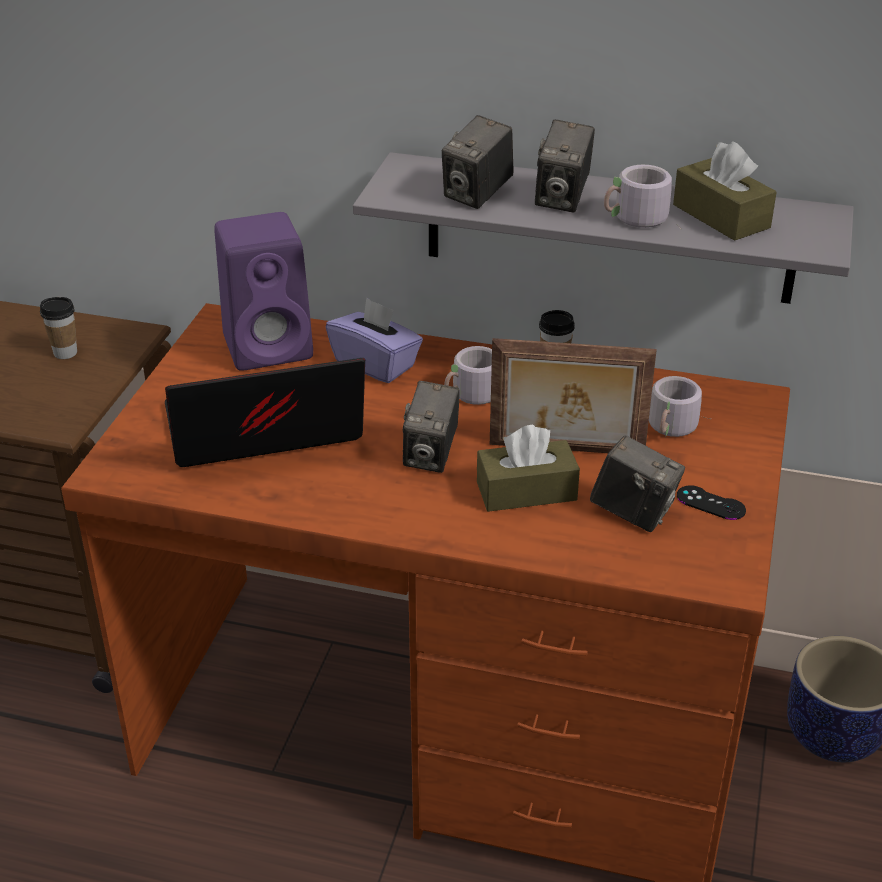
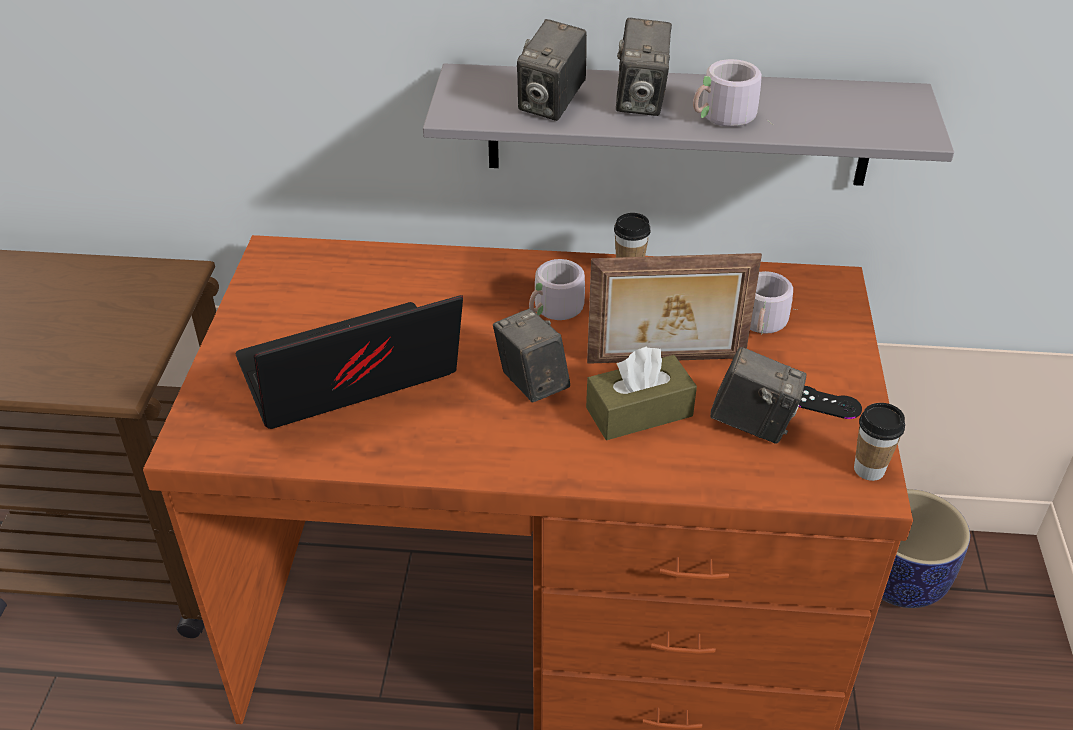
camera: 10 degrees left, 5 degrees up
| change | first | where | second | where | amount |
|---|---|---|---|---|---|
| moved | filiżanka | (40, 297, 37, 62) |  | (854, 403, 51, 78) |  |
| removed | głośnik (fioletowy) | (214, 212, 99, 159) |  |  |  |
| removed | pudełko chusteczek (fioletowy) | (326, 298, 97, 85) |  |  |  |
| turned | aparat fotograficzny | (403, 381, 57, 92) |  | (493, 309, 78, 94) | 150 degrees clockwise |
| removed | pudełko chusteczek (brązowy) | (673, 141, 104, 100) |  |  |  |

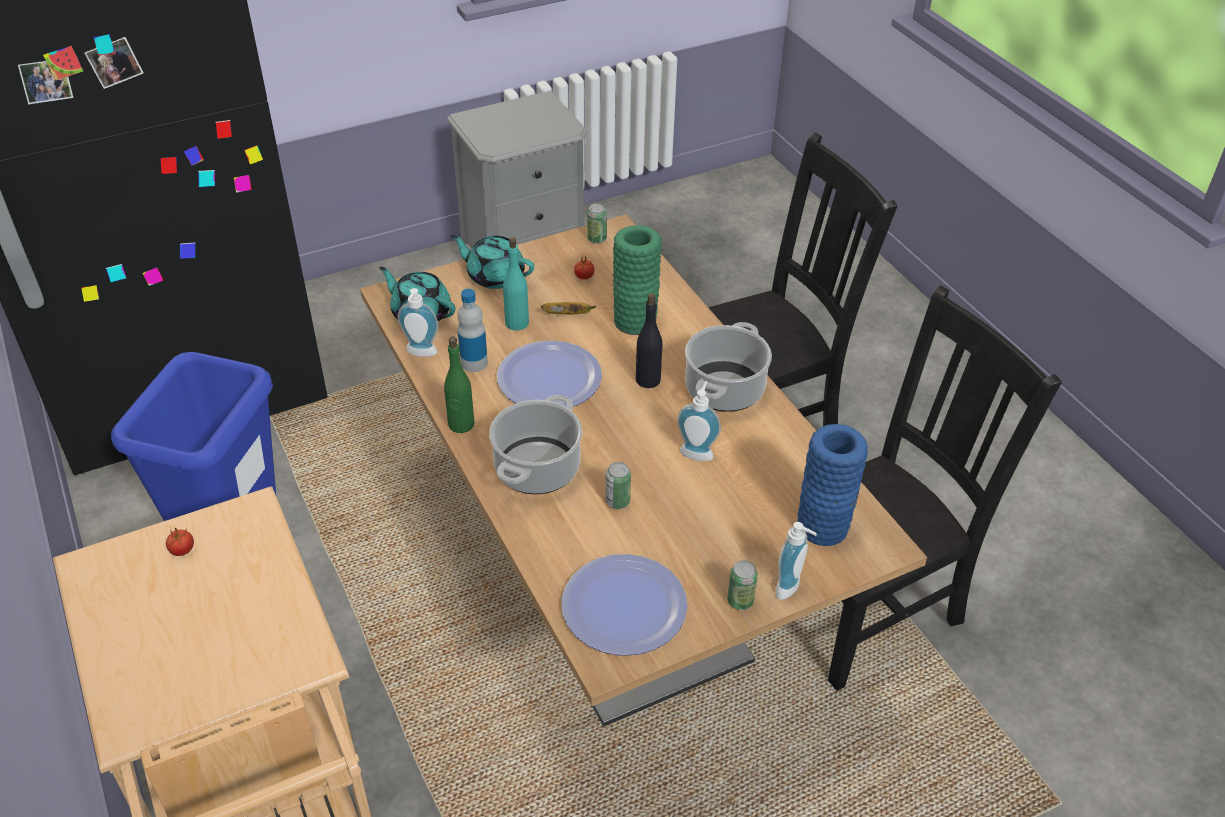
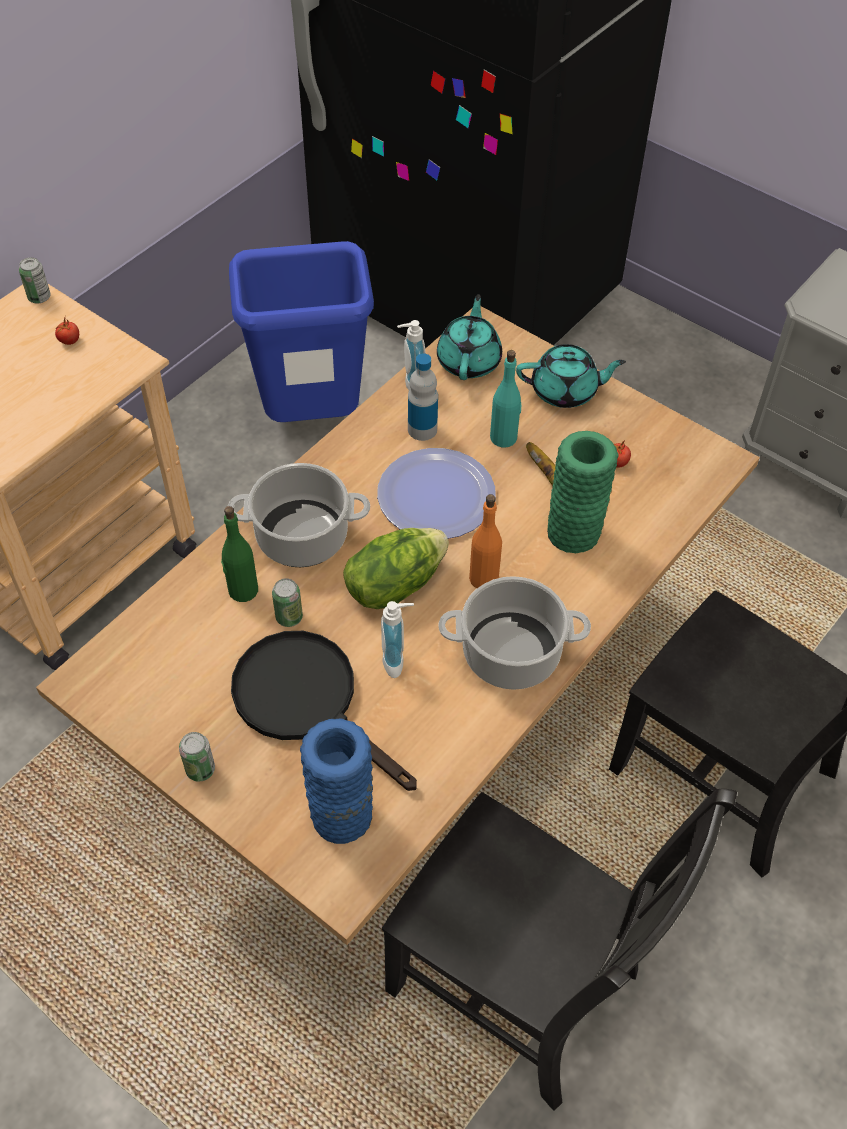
camera: 65 degrees right, 10 degrees up
| change | first | where | second | where | amount |
|---|---|---|---|---|---|
| moved | butelka (zielony) | (444, 337, 30, 96) |  | (221, 506, 37, 96) |  |
| turned | imbryk (turkusowy) | (451, 235, 83, 54) |  | (516, 344, 110, 64) | 90 degrees clockwise |
| removed | talerz | (561, 554, 127, 102) |  |  |  |
| moved | puszka | (587, 203, 20, 40) |  | (19, 257, 32, 47) |  |
| recoloured | butelka (czarny) | (636, 293, 27, 95) | butelka (pomarańczowy) | (469, 494, 33, 94) |  |
| removed | dozownik mydła | (775, 522, 42, 78) |  |  |  |
| added |  |  | patelnia (czarny) | (231, 631, 186, 160) |  |
| added |  |  | sałata | (343, 528, 106, 81) |  |

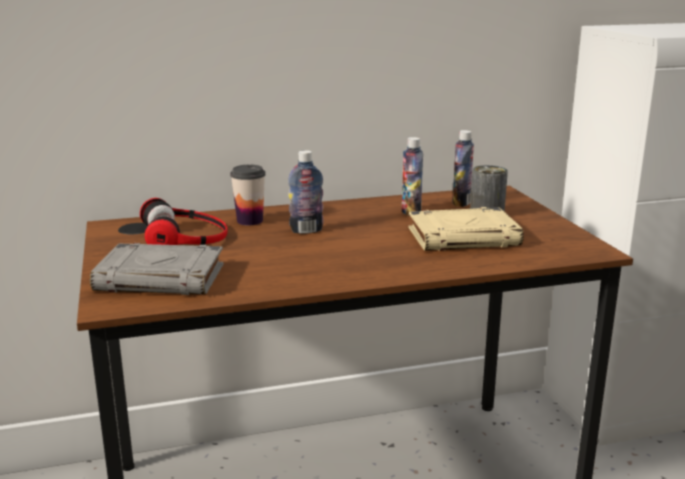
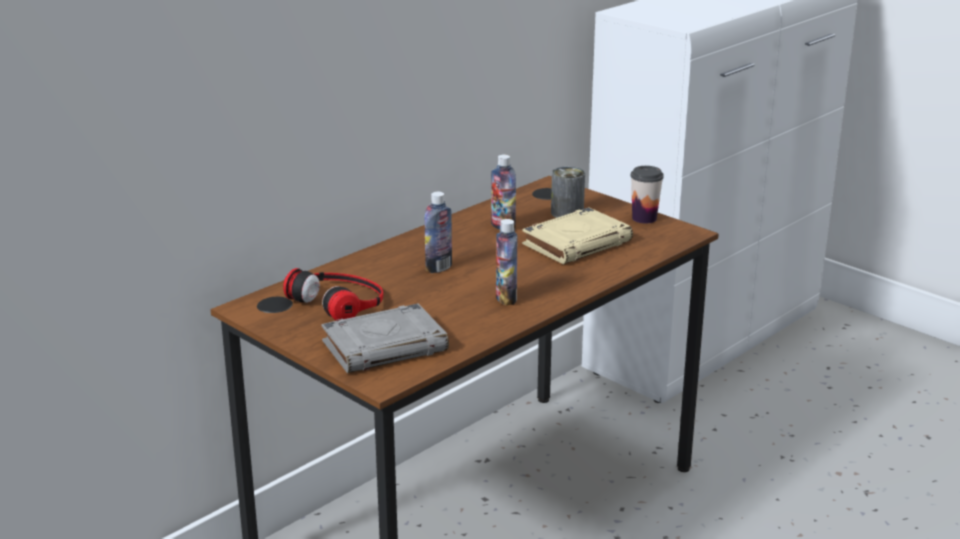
camera: 30 degrees left, 5 degrees up
| change | first | where | second | where | amount |
|---|---|---|---|---|---|
| moved | filiżanka | (230, 165, 36, 60) |  | (630, 166, 34, 58) |  |
| moved | butelka | (452, 130, 22, 77) |  | (496, 219, 22, 86) |  |

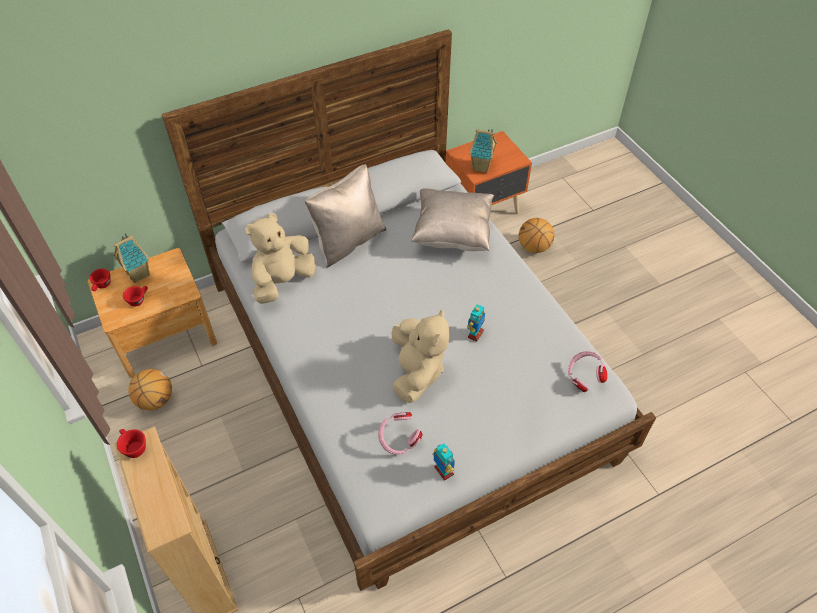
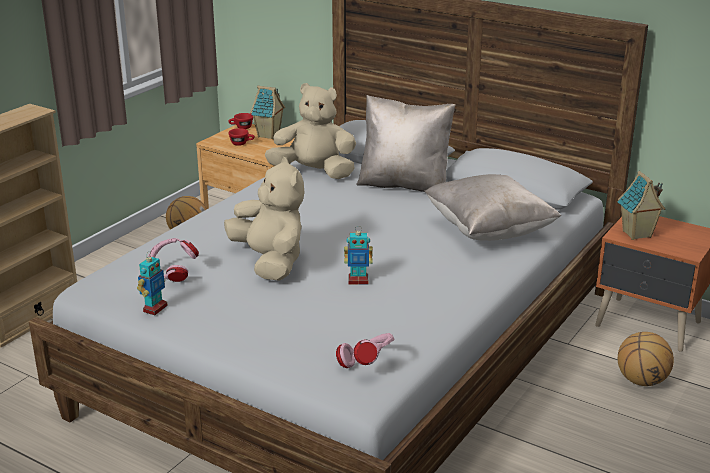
camera: 60 degrees right, 25 degrees down
| change | first | where | second | where | amount |
|---|---|---|---|---|---|
| removed | filiżanka (czerwony) | (117, 429, 29, 29) |  |  |  |
| turned | pluszak (beżowy) | (392, 309, 57, 94) |  | (224, 157, 81, 124) | 90 degrees counterclockwise |

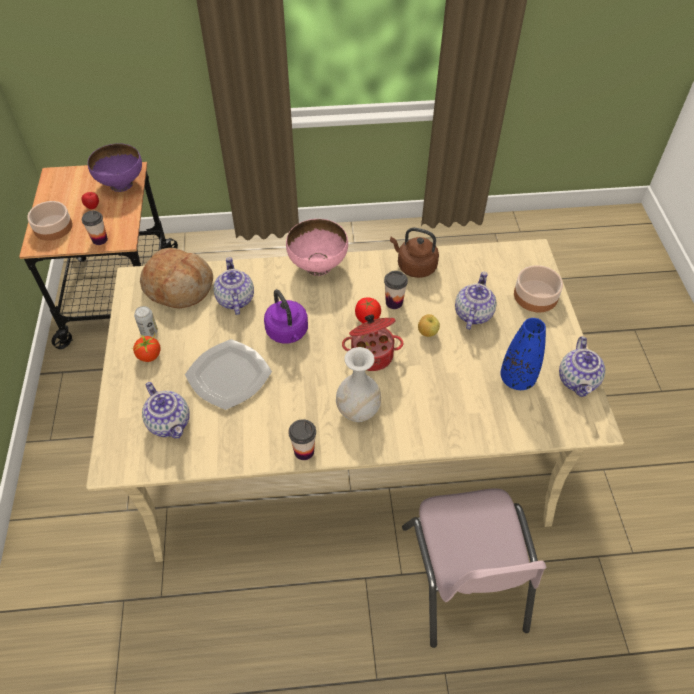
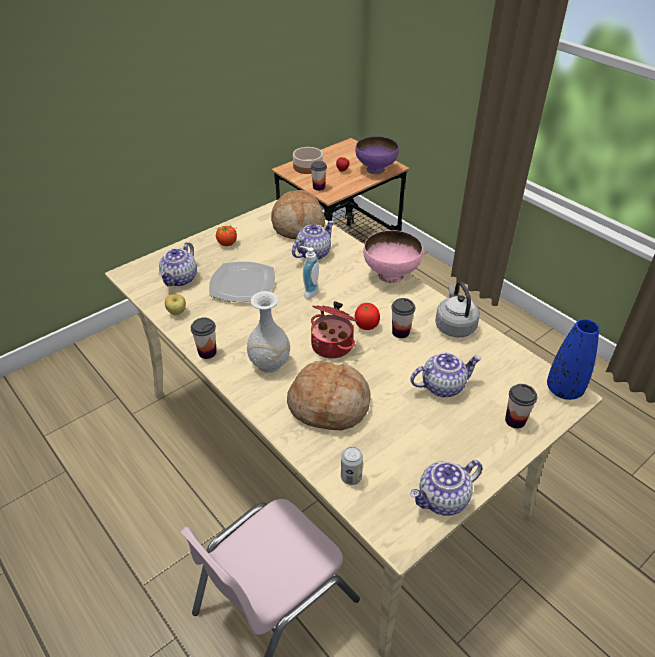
camera: 55 degrees right, 10 degrees down
| change | first | where | second | where | amount |
|---|---|---|---|---|---|
| moved | puszka | (134, 306, 24, 31) |  | (341, 447, 22, 38) |  |
| replaced | czajnik (fioletowy) | (264, 289, 44, 55) | dozownik mydła | (300, 246, 19, 53) |  |
| recoloured | czajnik (brązowy) | (390, 227, 49, 51) | czajnik (szary) | (435, 282, 45, 55) |  |
| moved | jabłko | (418, 314, 22, 23) |  | (165, 294, 21, 21) |  |
| moved | wazon (niebieski) | (500, 318, 46, 72) |  | (547, 319, 52, 81) |  |
| replaced | miska | (514, 265, 49, 47) | filiżanka | (505, 384, 32, 45) |  |
| added |  |  | chleb | (287, 361, 84, 69) |  |

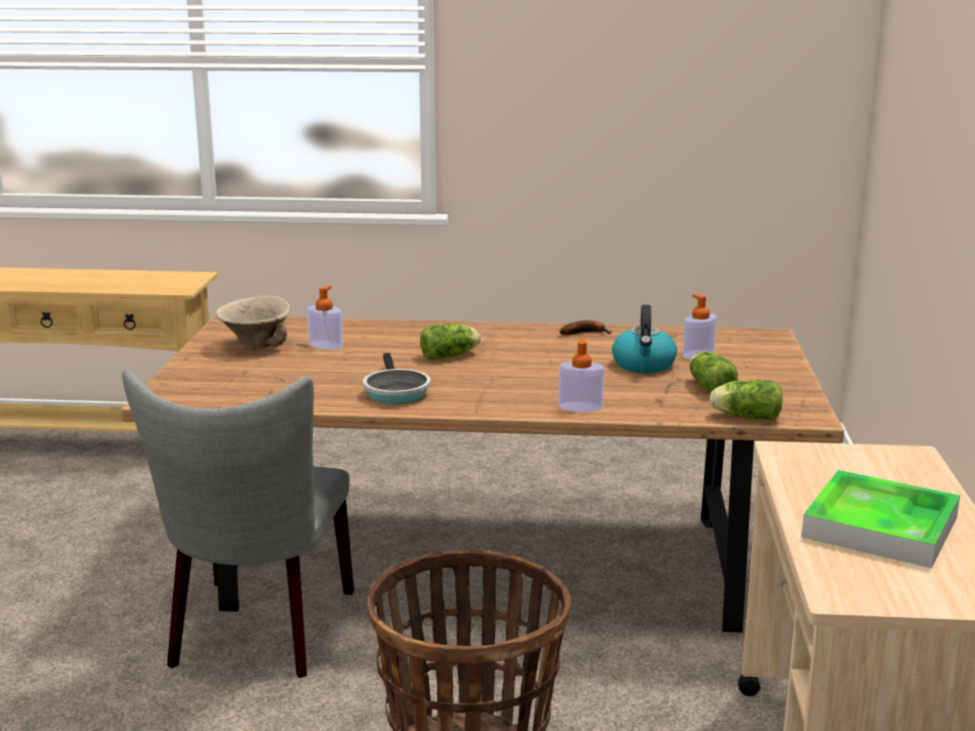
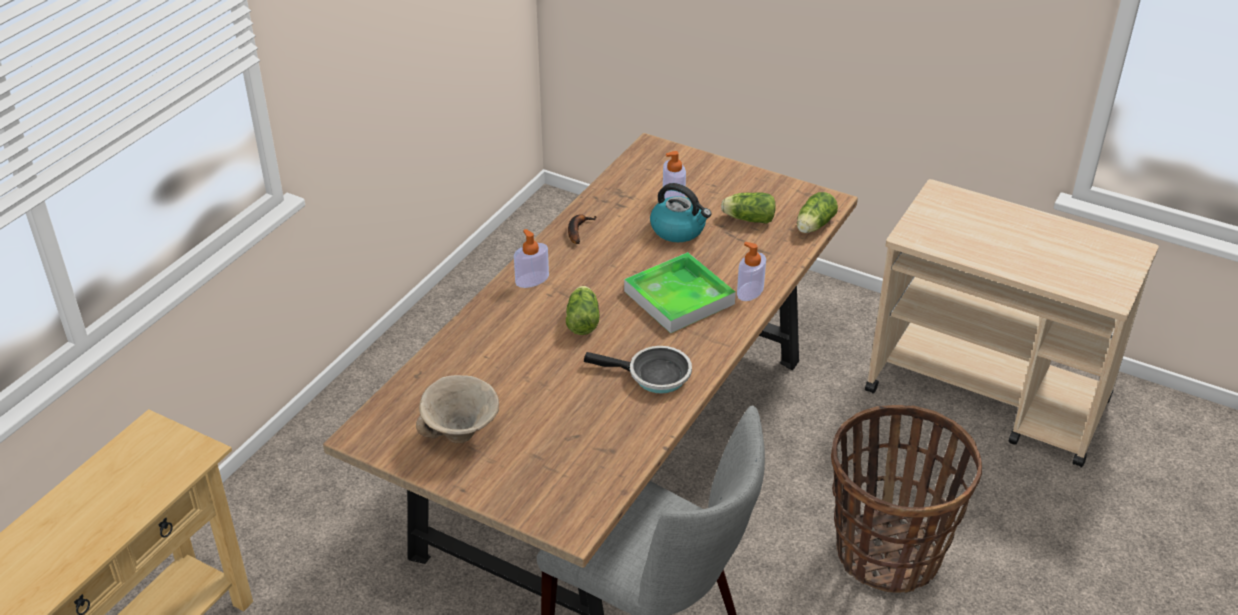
camera: 65 degrees left, 20 degrees up
| change | first | where | second | where | amount |
|---|---|---|---|---|---|
| moved | dozownik mydła | (307, 286, 36, 64) |  | (514, 229, 35, 59) |  |
| moved | taca | (802, 470, 158, 98) |  | (624, 252, 112, 81) |  |

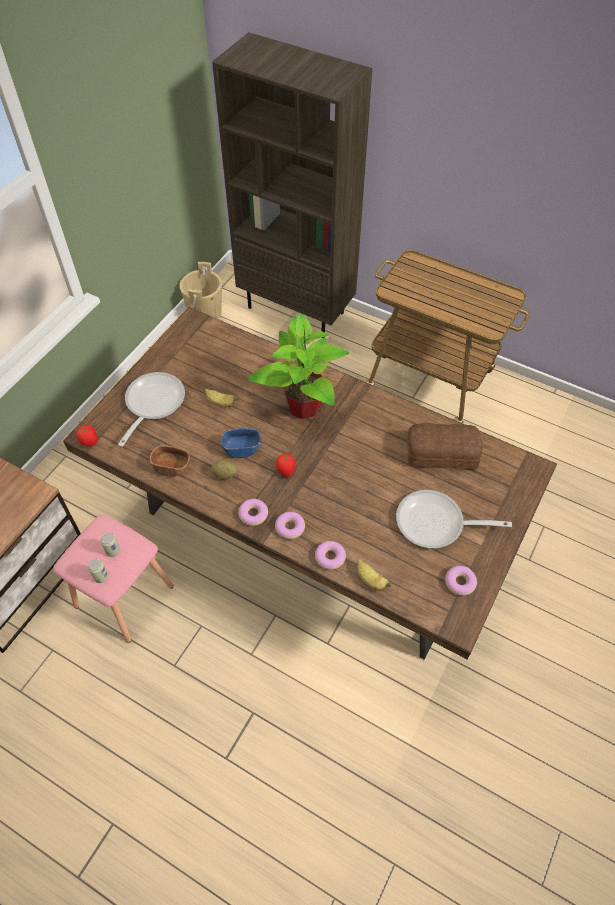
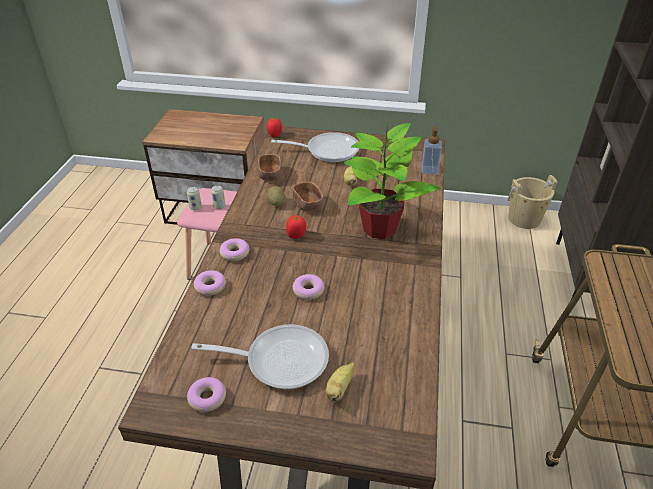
camera: 70 degrees right, 15 degrees down
| change | first | where | second | where | amount |
|---|---|---|---|---|---|
| recoloured | miska (niebieski) | (221, 428, 40, 30) | miska (brązowy) | (293, 182, 30, 29) |  |
| moved | donut | (238, 499, 30, 27) |  | (292, 274, 32, 26) |  |
| moved | banan | (357, 559, 34, 32) |  | (326, 362, 29, 40) |  |
| turned | patelnia | (396, 490, 116, 58) |  | (191, 324, 138, 65) | 105 degrees clockwise |
| removed | chleb | (407, 423, 76, 46) |  |  |  |
| added |  |  | dozownik mydła | (422, 126, 20, 49) |  |

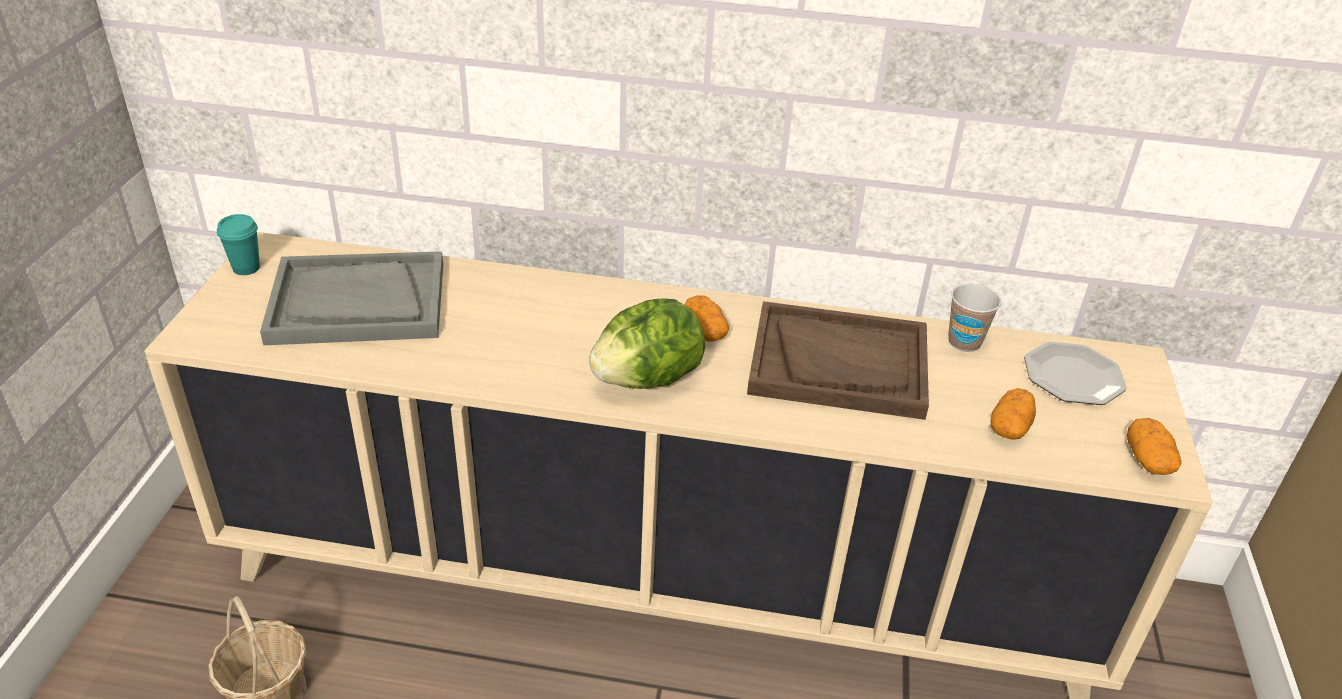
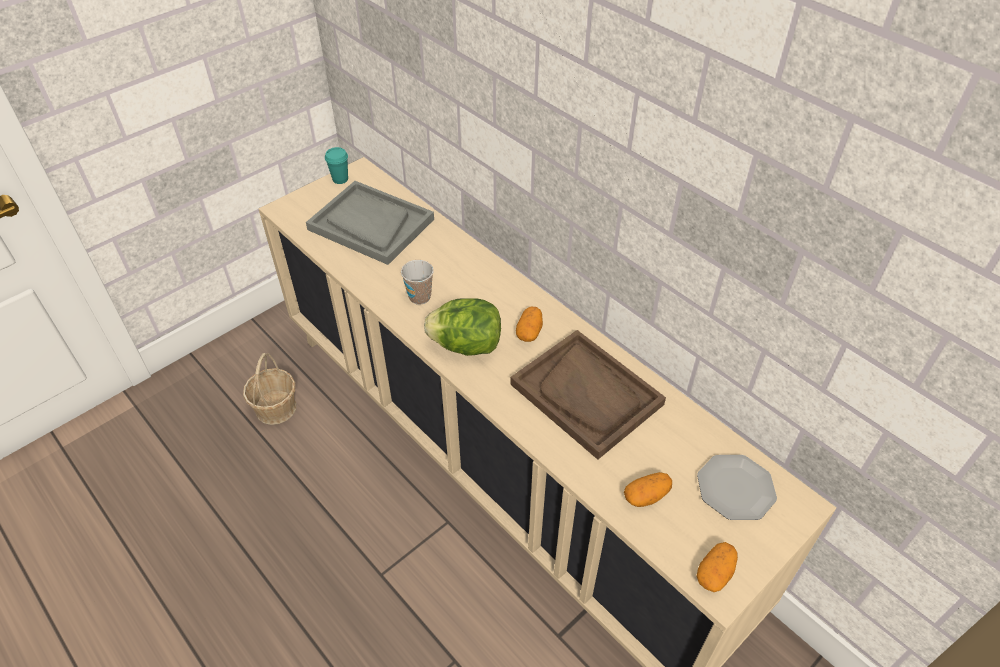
camera: 40 degrees right, 10 degrees up
| change | first | where | second | where | amount |
|---|---|---|---|---|---|
| moved | filiżanka | (948, 284, 53, 68) |  | (401, 260, 33, 45) |  |

